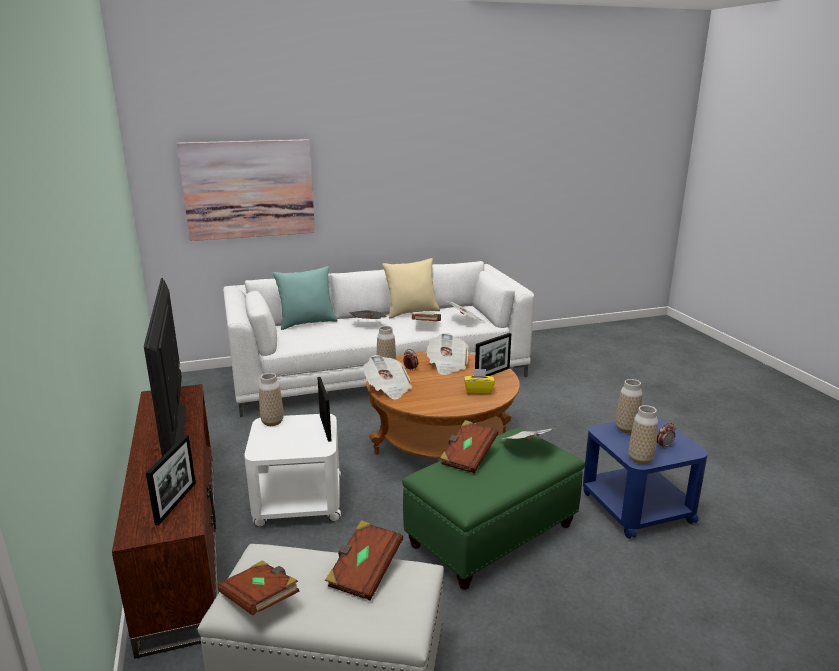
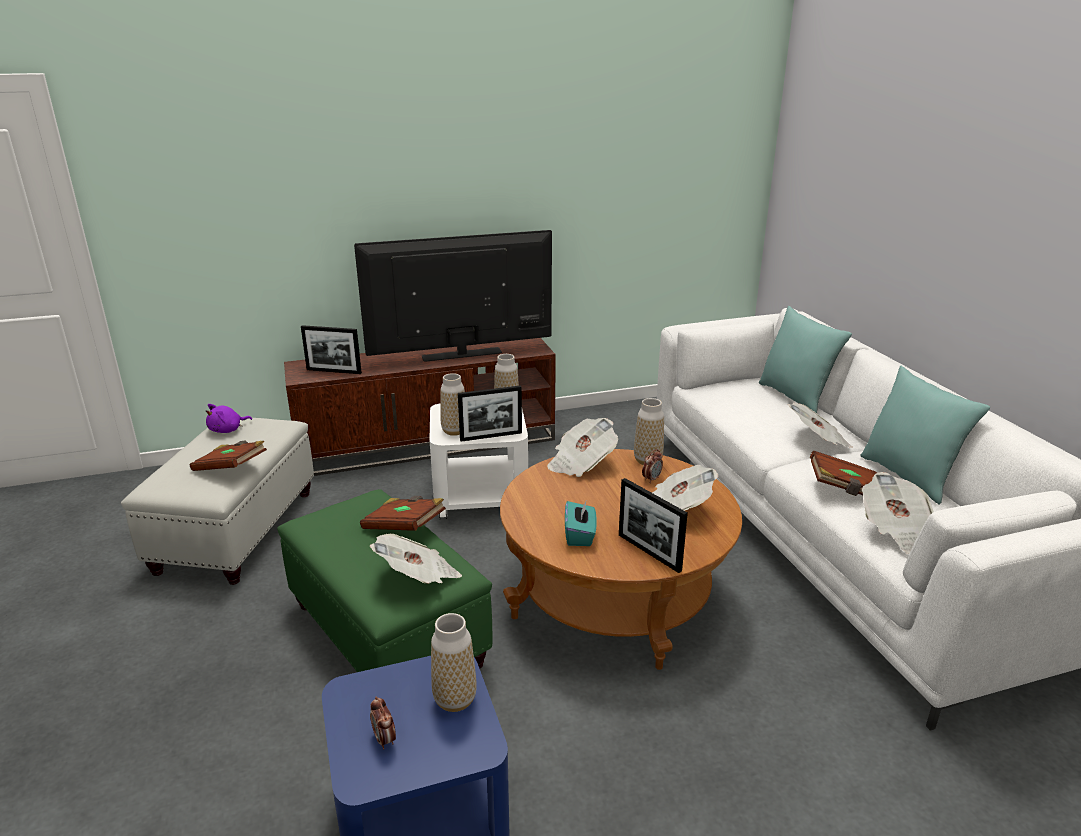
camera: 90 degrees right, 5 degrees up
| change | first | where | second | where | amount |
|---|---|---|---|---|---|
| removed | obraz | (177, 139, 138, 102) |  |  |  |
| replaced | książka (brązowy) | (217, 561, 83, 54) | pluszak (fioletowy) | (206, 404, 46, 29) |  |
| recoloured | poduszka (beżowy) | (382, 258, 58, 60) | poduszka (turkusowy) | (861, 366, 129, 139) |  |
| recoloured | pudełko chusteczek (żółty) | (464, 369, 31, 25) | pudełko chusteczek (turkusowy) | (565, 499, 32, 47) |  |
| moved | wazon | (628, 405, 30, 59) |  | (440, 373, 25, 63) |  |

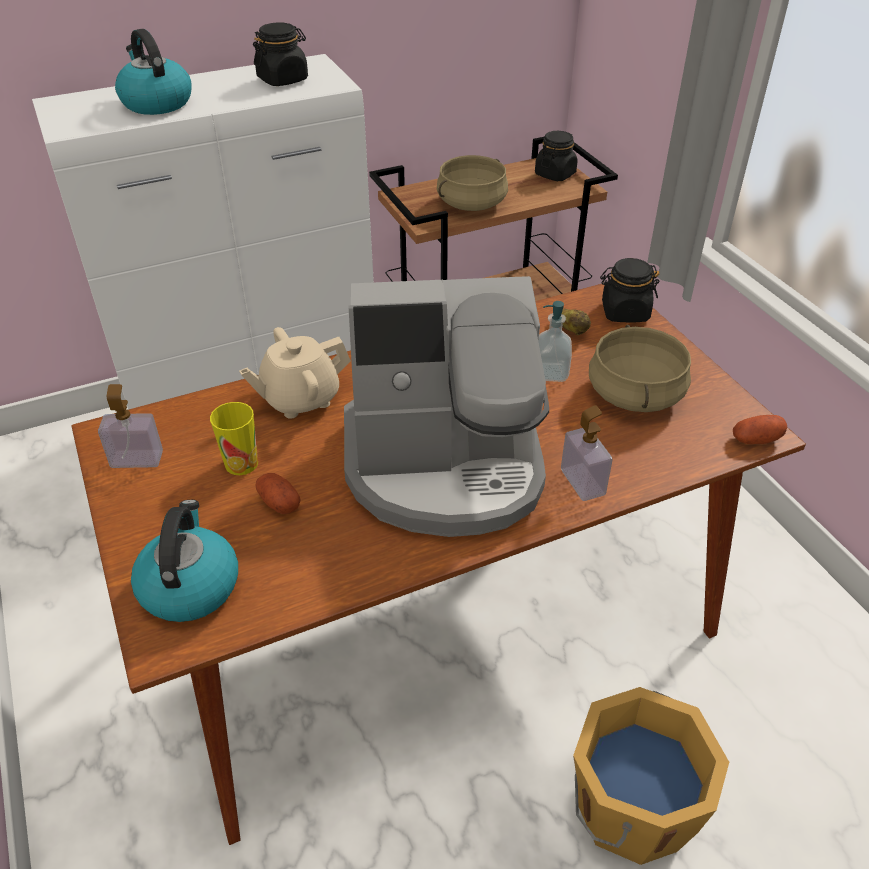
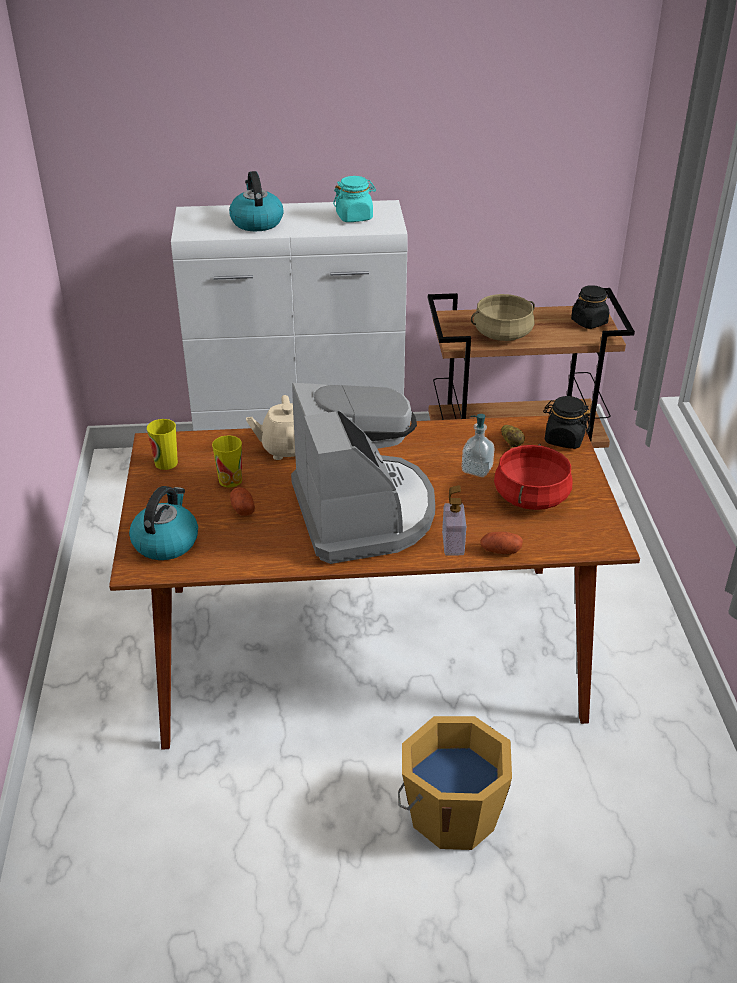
camera: 20 degrees right, 5 degrees down
| change | first | where | second | where | amount |
|---|---|---|---|---|---|
| replaced | dozownik mydła | (98, 384, 65, 84) | filiżanka | (147, 419, 31, 51) |  |
| recoloured | słoik (czarny) | (253, 22, 55, 64) | słoik (turkusowy) | (333, 176, 43, 46) |  |
| turned | ekspres do kawy | (344, 276, 205, 261) |  | (291, 383, 144, 181) | 120 degrees counterclockwise |
| recoloured | garnek (beżowy) | (589, 325, 102, 87) | garnek (czerwony) | (494, 444, 79, 66) |  |
| moved | ziemniak | (733, 415, 54, 29) |  | (480, 532, 43, 22) |  |

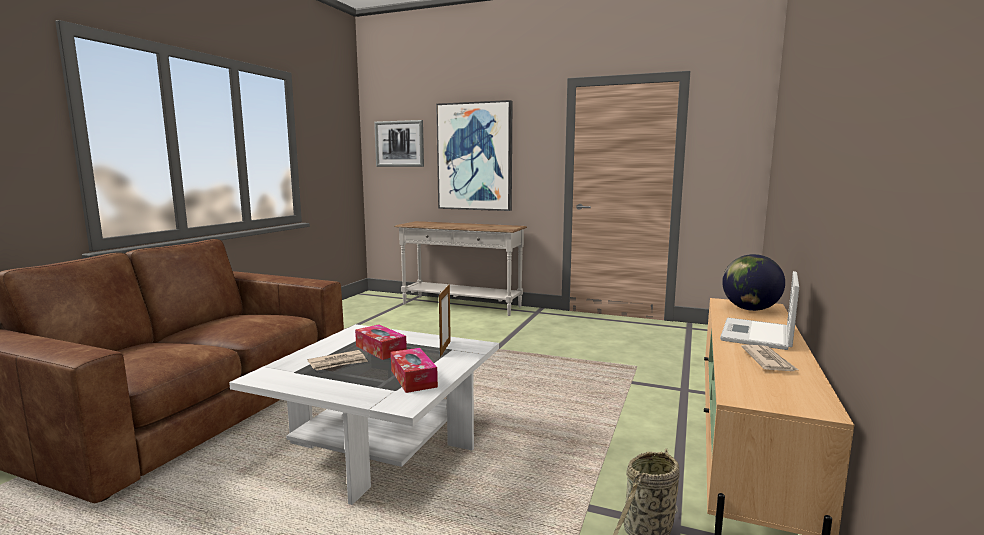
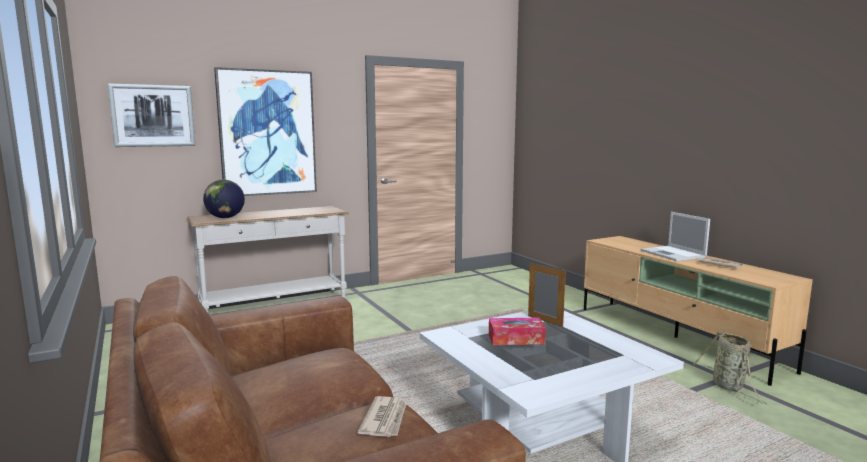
camera: 50 degrees left, 0 degrees up
| change | first | where | second | where | amount |
|---|---|---|---|---|---|
| moved | gazeta | (308, 350, 60, 20) |  | (358, 396, 49, 41) |  |
| removed | pudełko chusteczek | (391, 348, 47, 45) |  |  |  |
| moved | globus | (722, 254, 63, 57) |  | (203, 180, 42, 38) |  |

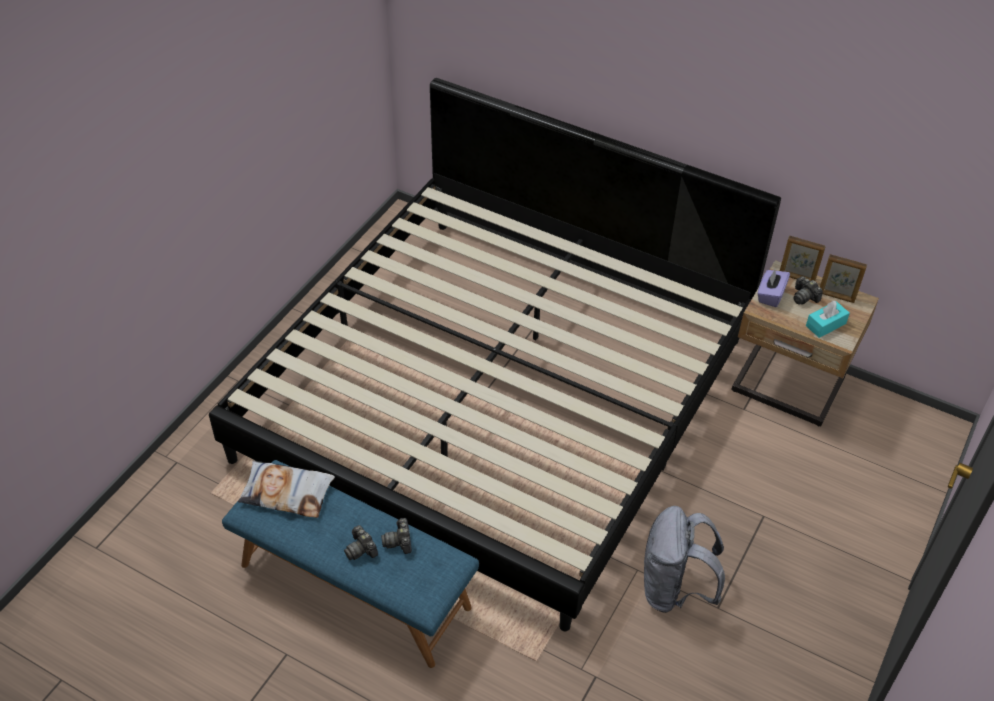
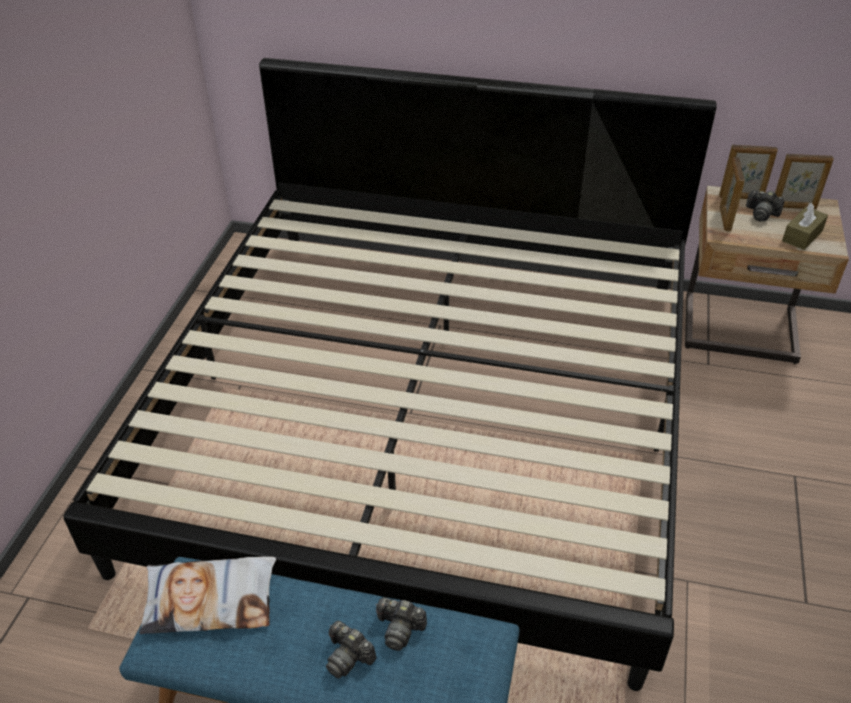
camera: 15 degrees left, 5 degrees down
| change | first | where | second | where | amount |
|---|---|---|---|---|---|
| turned | aparat fotograficzny | (381, 518, 31, 36) |  | (375, 597, 52, 54) | 45 degrees counterclockwise |
| removed | plecak (szary) | (644, 506, 81, 107) |  |  |  |
| replaced | pudełko chusteczek (fioletowy) | (757, 269, 33, 38) | ramka na zdjęcie | (720, 157, 25, 75) |  |
| recoloured | pudełko chusteczek (turkusowy) | (806, 301, 44, 37) | pudełko chusteczek (brązowy) | (782, 203, 46, 47) |  |

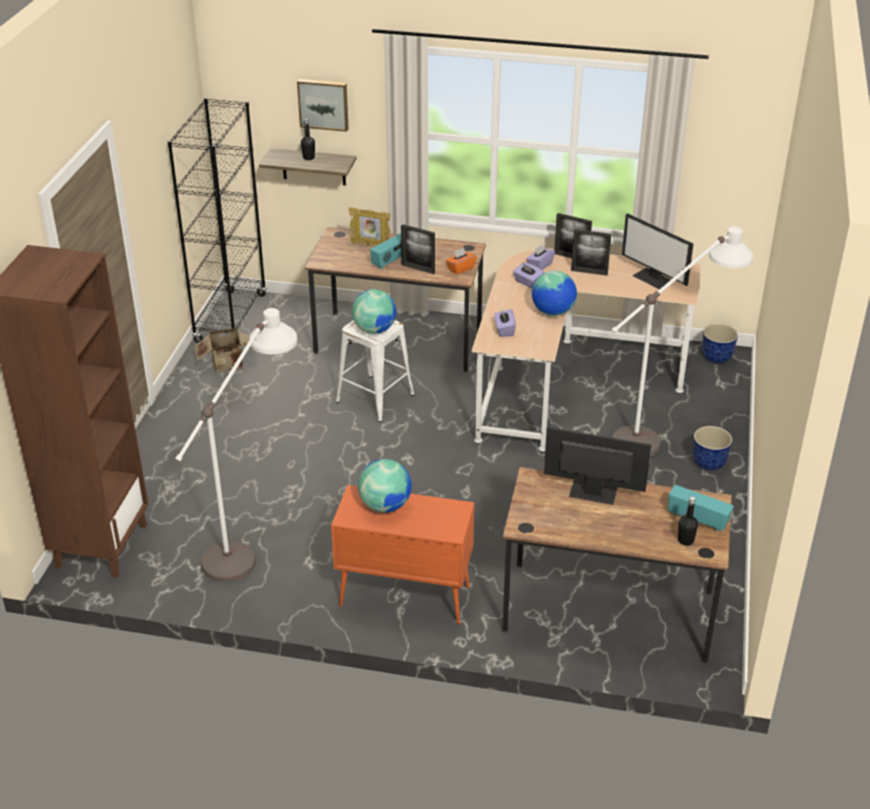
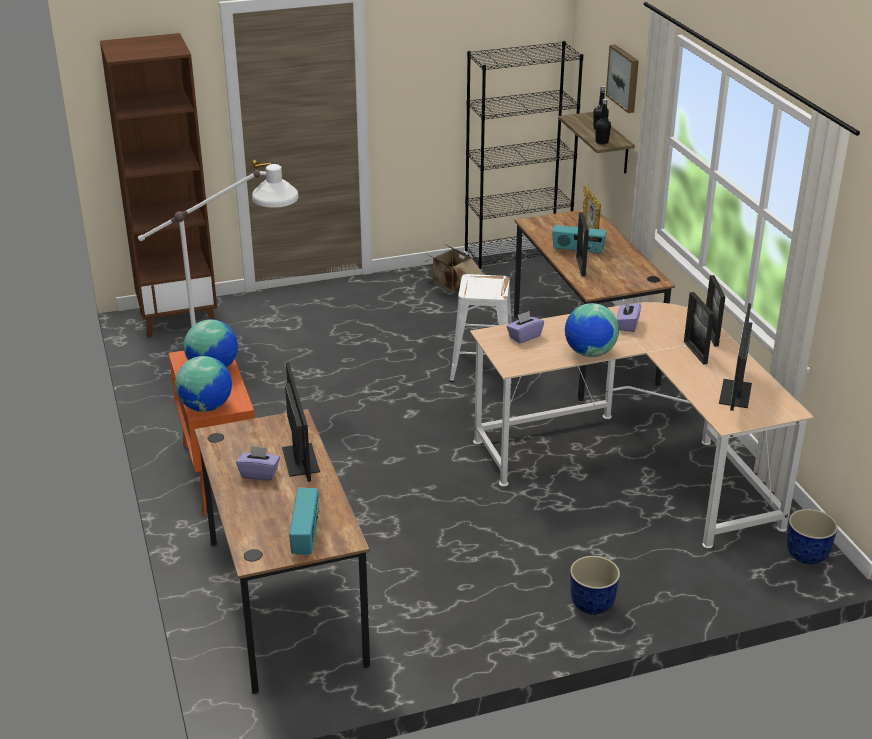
camera: 60 degrees right, 5 degrees down
| change | first | where | second | where | amount |
|---|---|---|---|---|---|
| moved | globus | (352, 289, 44, 45) |  | (175, 356, 57, 56) |  |
| removed | pudełko chusteczek (pomarańczowy) | (446, 248, 30, 27) |  |  |  |
| moved | pudełko chusteczek (fioletowy) | (526, 244, 29, 26) |  | (236, 446, 44, 34) |  |
| removed | lampa stojąca (biały) | (611, 226, 142, 231) |  |  |  |
| moved | butelka (czarny) | (678, 496, 20, 50) |  | (595, 98, 16, 47) |  |

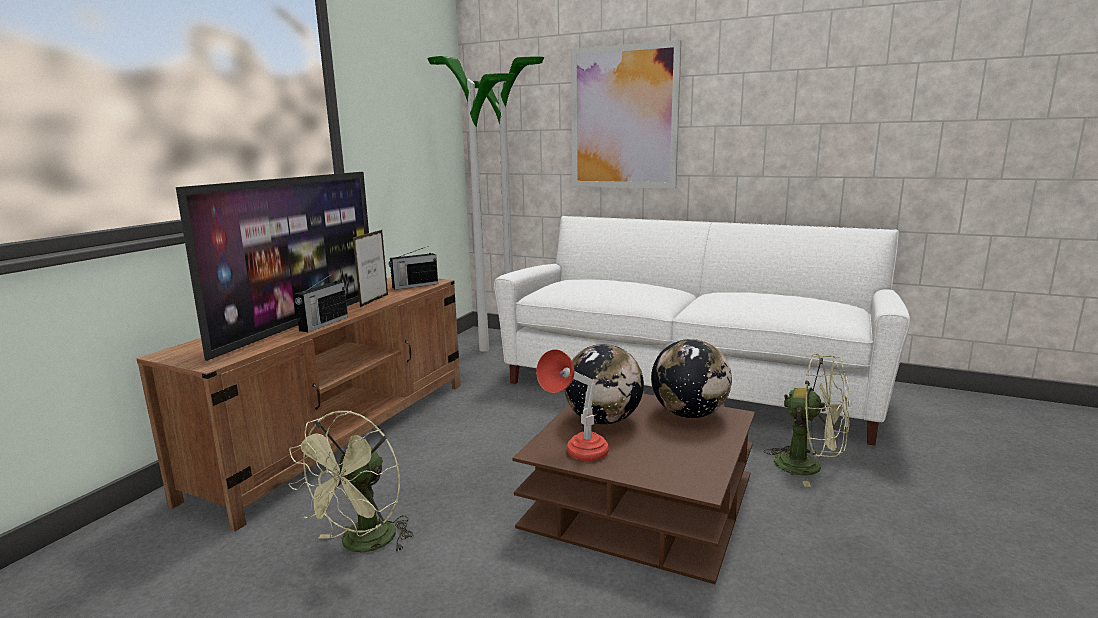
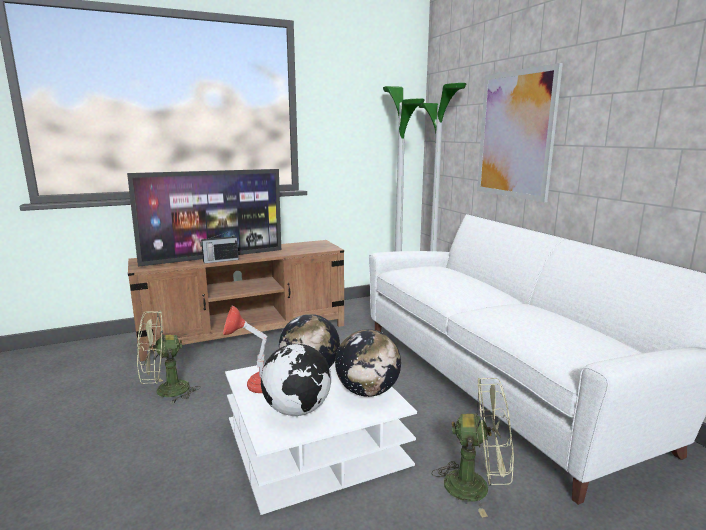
camera: 40 degrees right, 0 degrees up
| change | first | where | second | where | amount |
|---|---|---|---|---|---|
| removed | ramka na zdjęcie | (353, 230, 35, 77) |  |  |  |
| removed | radio | (389, 246, 49, 44) |  |  |  |
| recoloured | ława (brązowy) | (512, 394, 243, 190) | ława (biały) | (225, 362, 192, 153) |  |
| turned | wentylator (zielony) | (764, 353, 86, 134) |  | (432, 378, 82, 139) | 60 degrees counterclockwise |
| added |  |  | globus | (261, 344, 70, 72) |  |

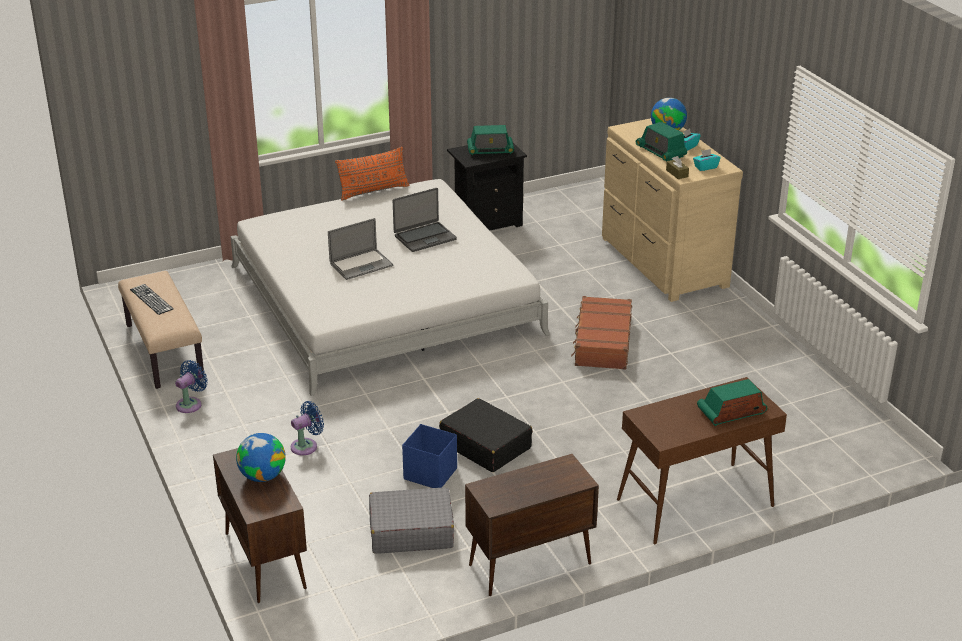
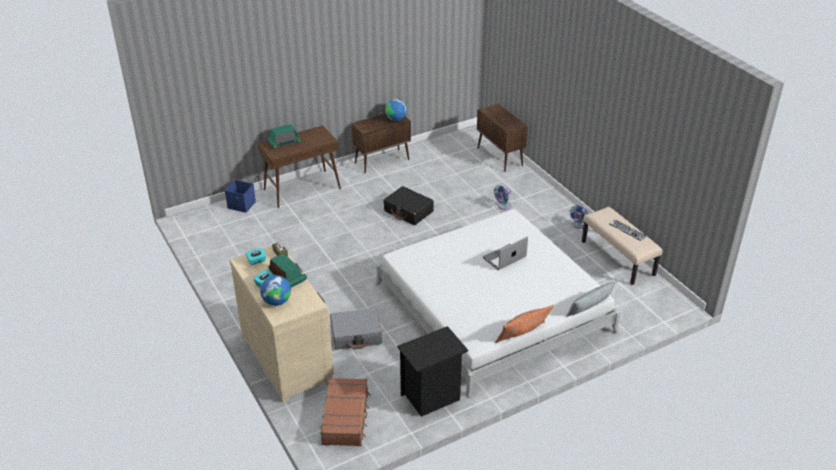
camera: 175 degrees right, 5 degrees up
| change | first | where | second | where | amount |
|---|---|---|---|---|---|
| moved | globus | (236, 433, 50, 49) |  | (385, 99, 22, 22) |  |
| moved | walizka (szary) | (369, 487, 85, 67) |  | (330, 308, 52, 42) |  |
| removed | laptop | (393, 188, 64, 64) |  |  |  |
| moved | pojemnik do przechowywania (niebieski) | (402, 424, 55, 64) |  | (225, 180, 31, 33) |  |
| removed | radio | (467, 125, 47, 30) |  |  |  |
| moved | walizka (brązowy) | (571, 296, 61, 74) |  | (320, 378, 50, 68) |  |
| added |  |  | poduszka | (566, 281, 51, 36) |  |

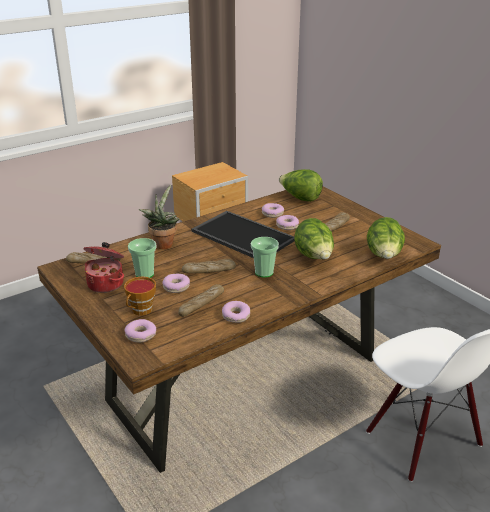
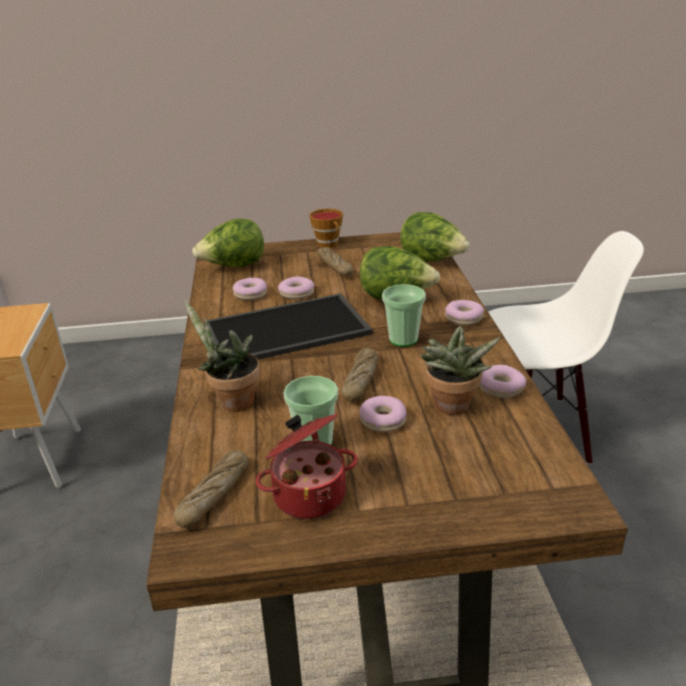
camera: 60 degrees left, 0 degrees up
| change | first | where | second | where | amount |
|---|---|---|---|---|---|
| moved | filiżanka | (124, 277, 32, 39) |  | (309, 208, 34, 40) |  |
| moved | donut | (124, 319, 32, 24) |  | (445, 300, 39, 25) |  |
| replaced | chleb | (178, 284, 46, 33) | roślina doniczkowa | (421, 326, 80, 89) |  |

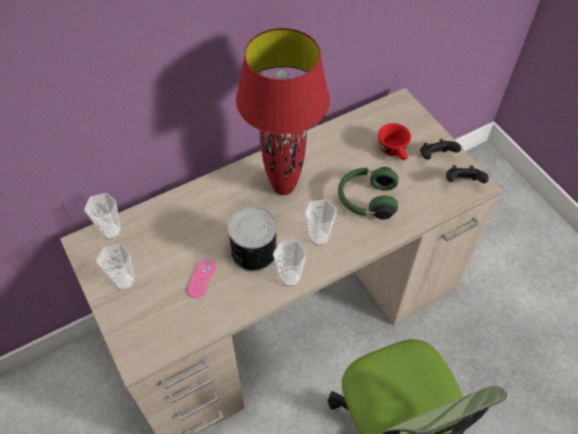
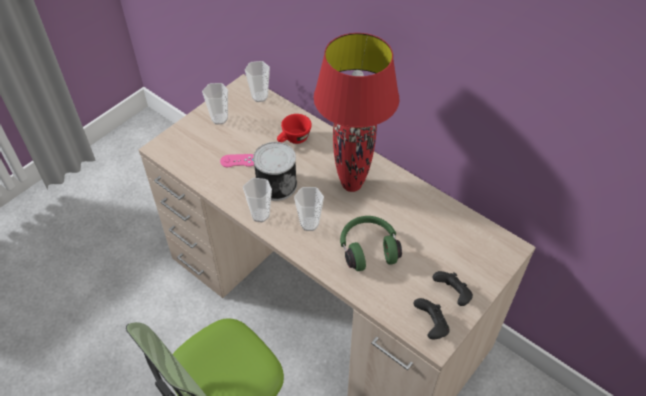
camera: 70 degrees right, 5 degrees down
| change | first | where | second | where | amount |
|---|---|---|---|---|---|
| moved | filiżanka (czerwony) | (378, 123, 33, 37) |  | (277, 114, 35, 30) |  |

